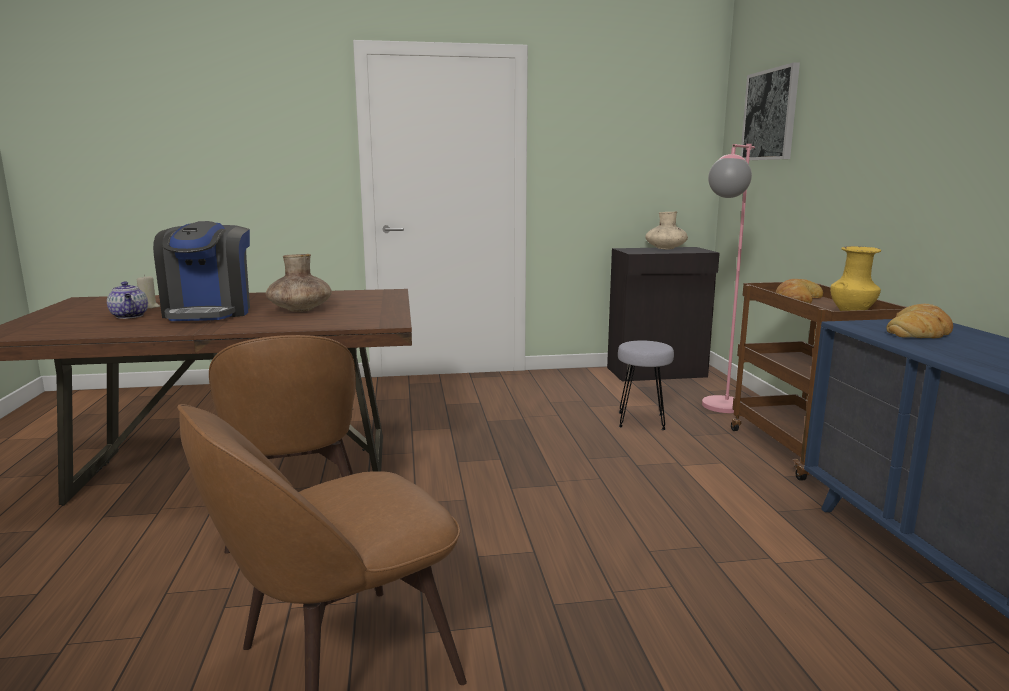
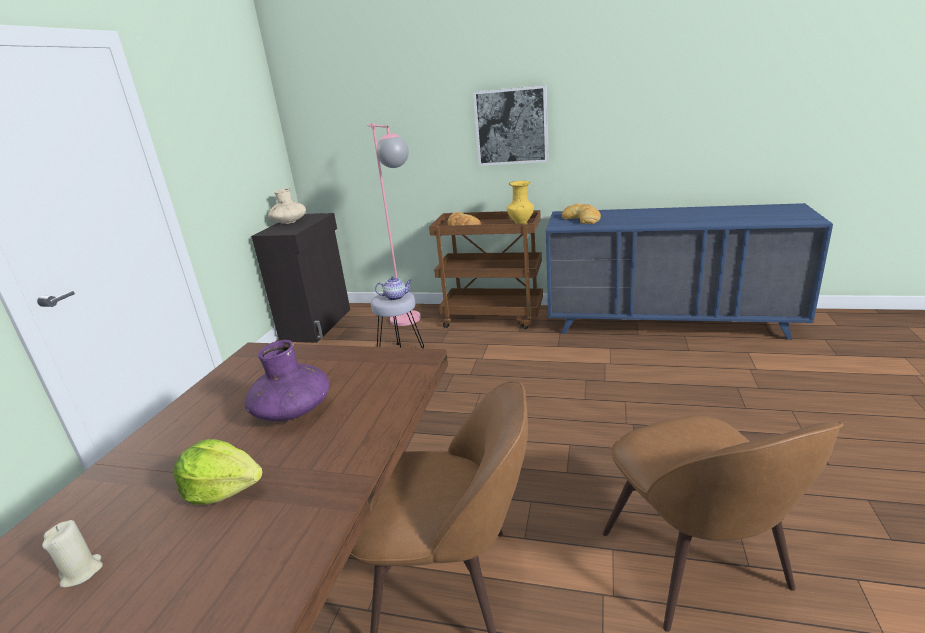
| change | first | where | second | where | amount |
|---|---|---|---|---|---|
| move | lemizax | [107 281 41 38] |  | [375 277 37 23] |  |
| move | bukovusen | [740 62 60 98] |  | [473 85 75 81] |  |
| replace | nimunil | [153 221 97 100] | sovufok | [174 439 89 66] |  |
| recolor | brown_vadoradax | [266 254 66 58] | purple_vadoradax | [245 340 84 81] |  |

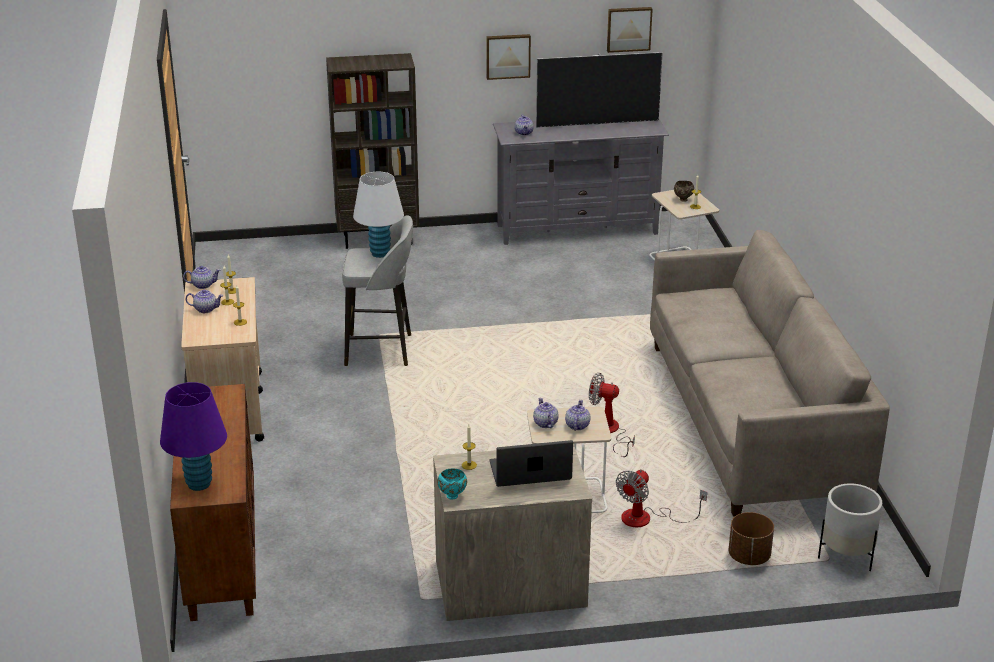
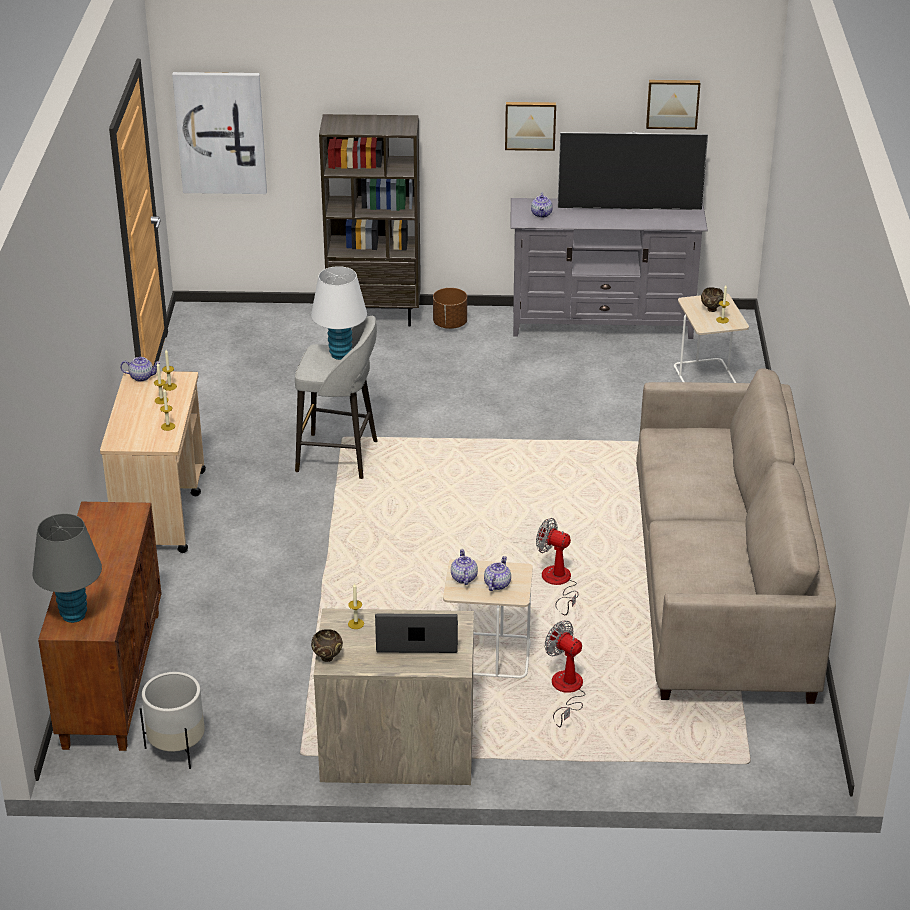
| change | first | where | second | where | amount |
|---|---|---|---|---|---|
| delete | lemizax | [186 290 38 23] |  |  |  |
| insert |  |  | bukovusen | [172 72 95 122] |  |
| move | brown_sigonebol | [729 512 45 53] |  | [433 288 34 41] |  |
| move | white_sigonebol | [818 483 64 88] |  | [140 672 65 97] |  |
| recolor | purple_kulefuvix | [160 382 67 109] | grey_kulefuvix | [33 514 69 109] |  |
| recolor | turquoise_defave | [438 469 29 31] | brown_defave | [311 629 32 33] |  |
| rotate | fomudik | [616 469 91 58] |  | [545 620 40 108] | 90 degrees clockwise |

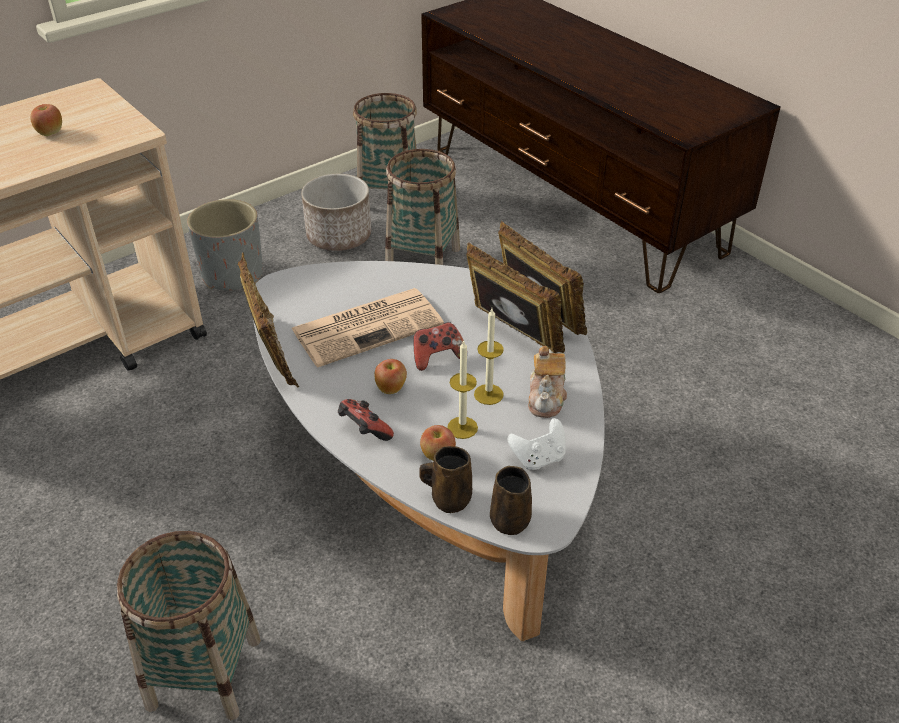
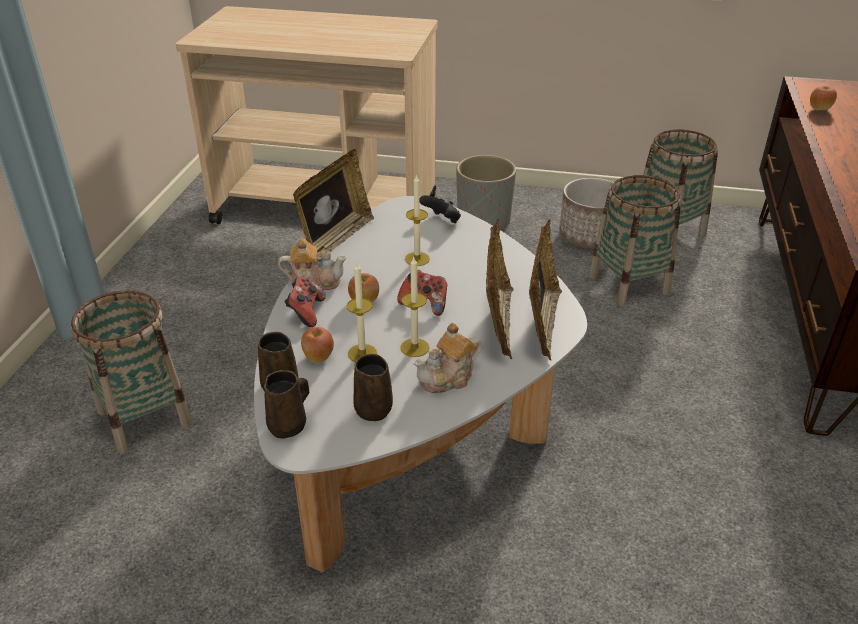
| change | first | where | second | where | amount |
|---|---|---|---|---|---|
| insert |  |  | lemizax | [278 239 68 51] |  |
| insert |  |  | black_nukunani | [420 195 41 28] |  |
| move | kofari | [30 104 32 32] |  | [810 86 27 24] |  |
| replace | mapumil | [291 288 153 79] | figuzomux | [405 174 25 92] |  |
| replace | white_nukunani | [508 418 58 52] | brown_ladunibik | [353 354 40 67] |  |

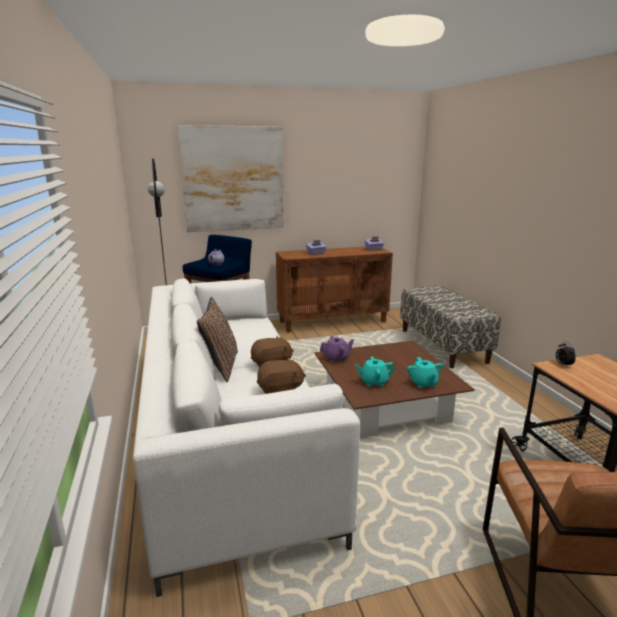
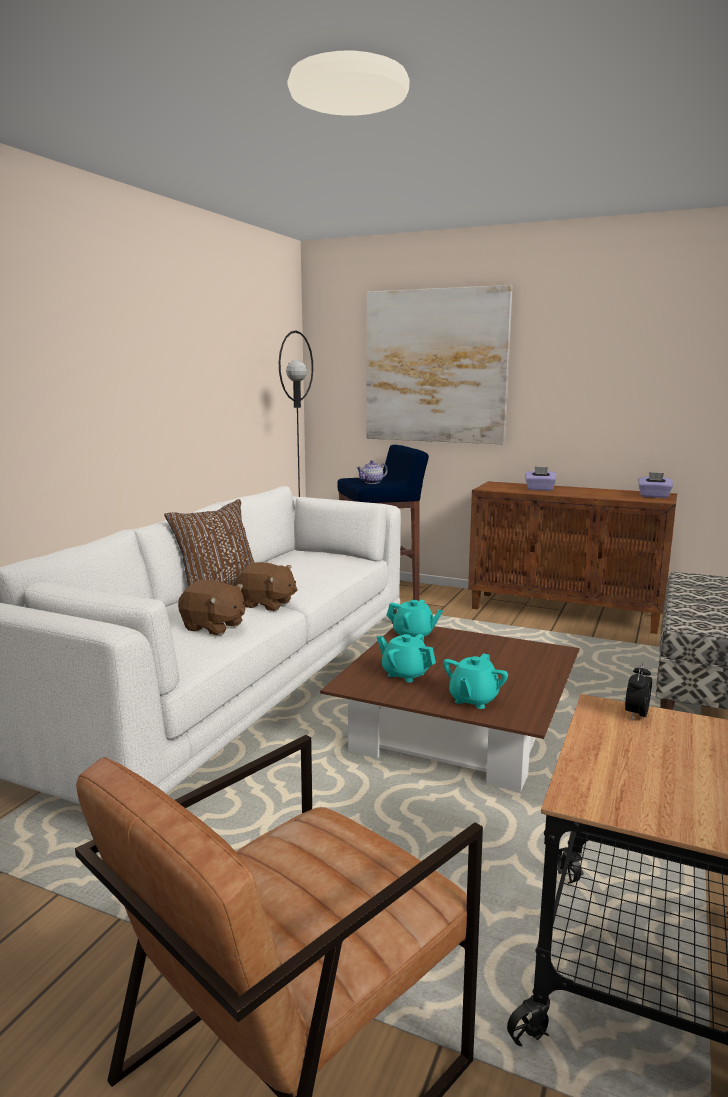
| change | first | where | second | where | amount |
|---|---|---|---|---|---|
| recolor | purple_lemizax | [320 336 34 27] | turquoise_lemizax | [386 600 57 37] |  |

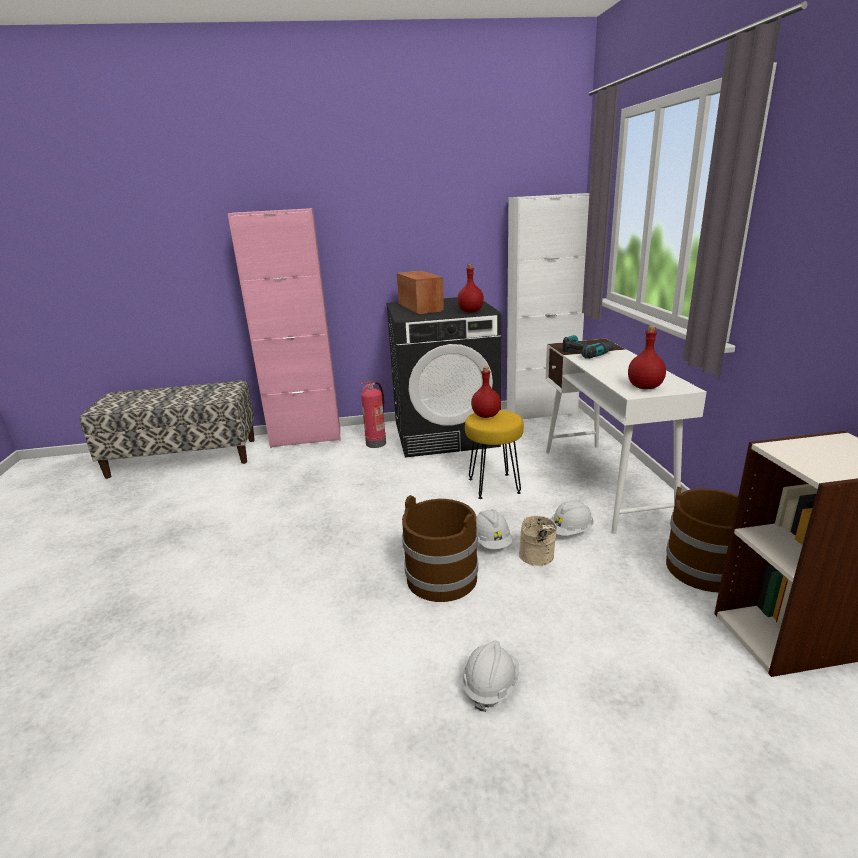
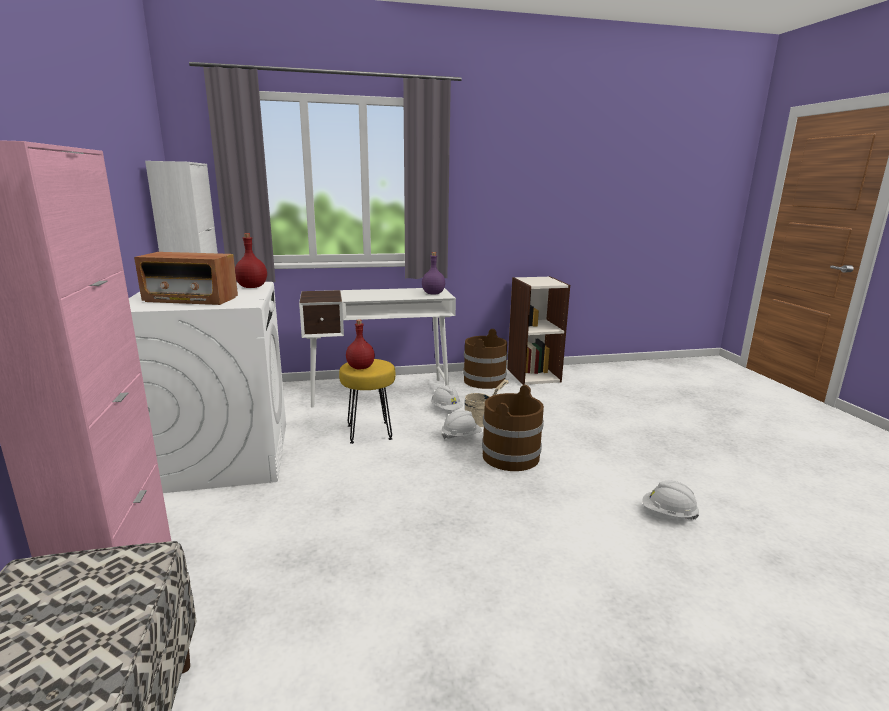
| change | first | where | second | where | amount |
|---|---|---|---|---|---|
| delete | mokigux | [361 382 25 66] |  |  |  |
| delete | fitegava | [563 335 53 24] |  |  |  |
| move | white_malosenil | [462 641 57 71] |  | [642 481 57 39] |  |
| recolor | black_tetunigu | [386 297 115 161] | white_tetunigu | [129 282 157 211] |  |
| recolor | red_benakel | [628 326 38 63] | purple_benakel | [422 252 23 42] |  |
| rotate | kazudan | [397 271 47 43] |  | [134 252 104 53] | 150 degrees counterclockwise |

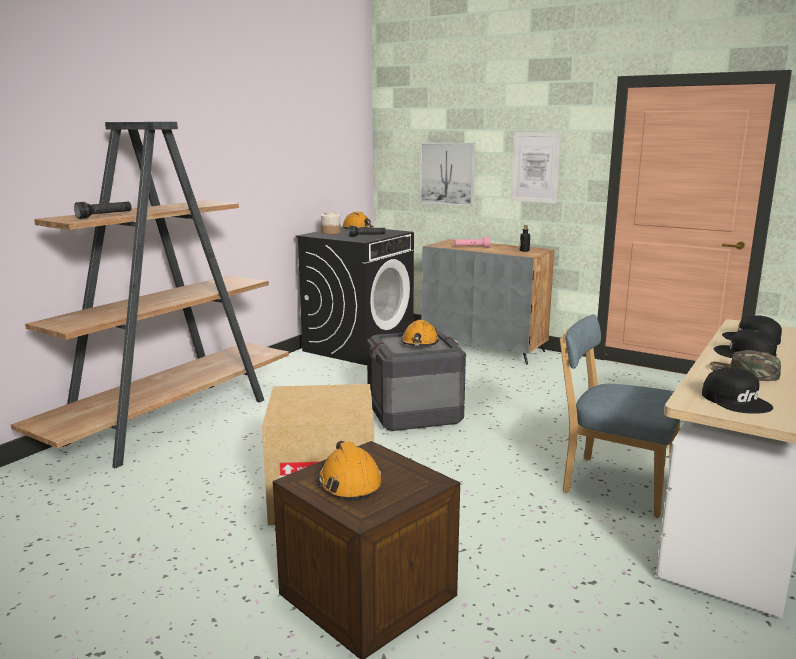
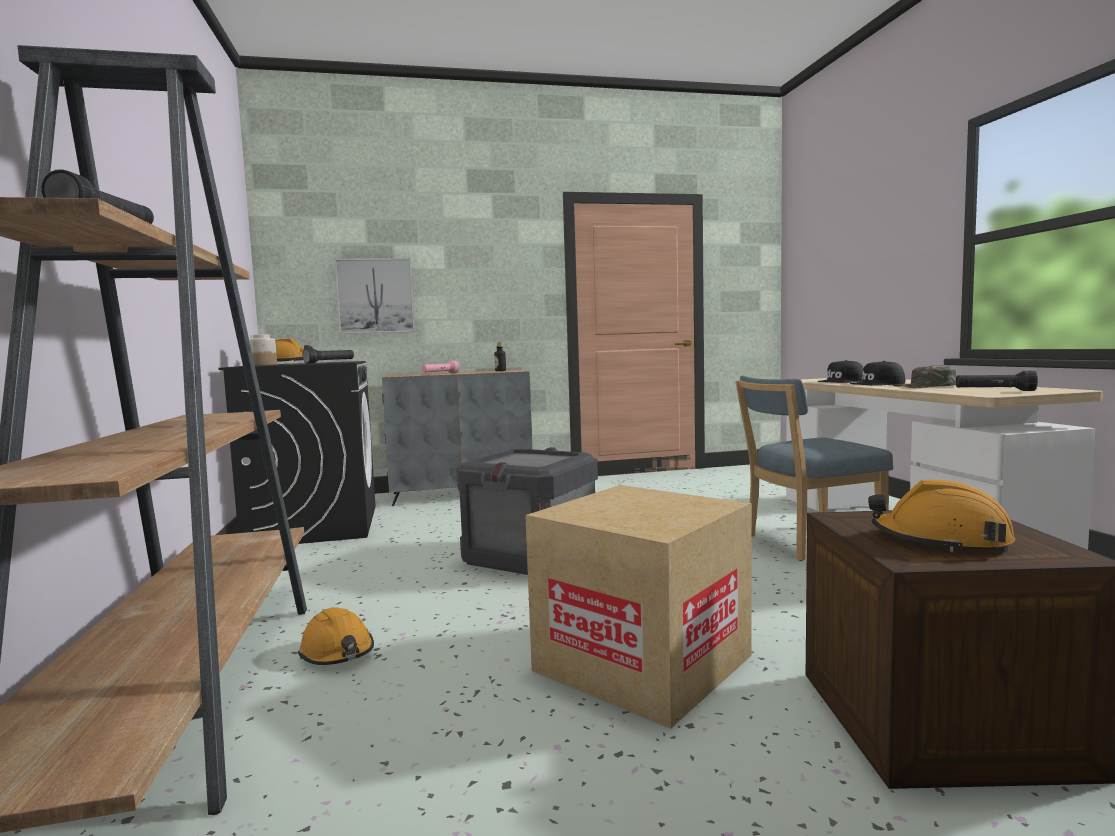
| change | first | where | second | where | amount |
|---|---|---|---|---|---|
| delete | bukovusen | [511 132 50 71] |  |  |  |
| move | orange_malosenil | [401 320 38 26] |  | [298 607 76 58] |  |
| replace | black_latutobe | [702 368 71 46] | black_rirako | [956 371 82 20] |  |

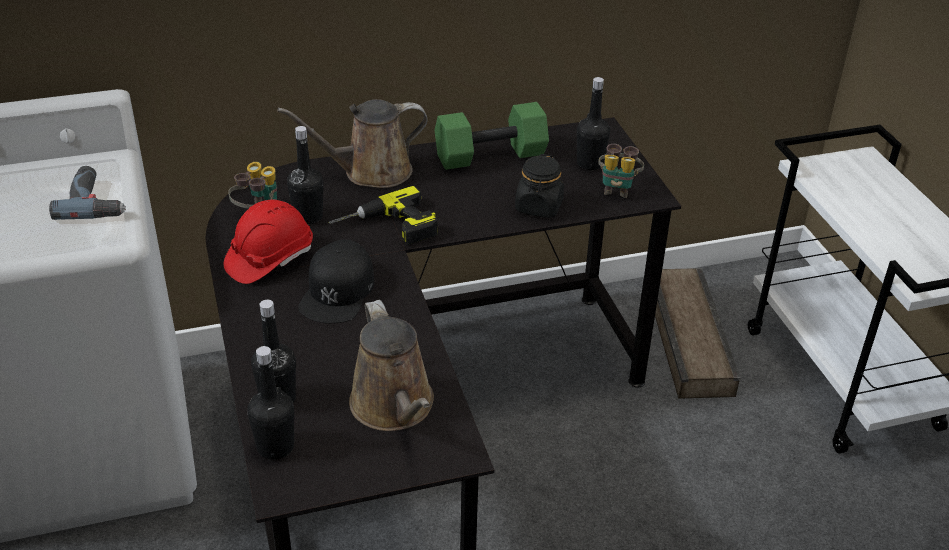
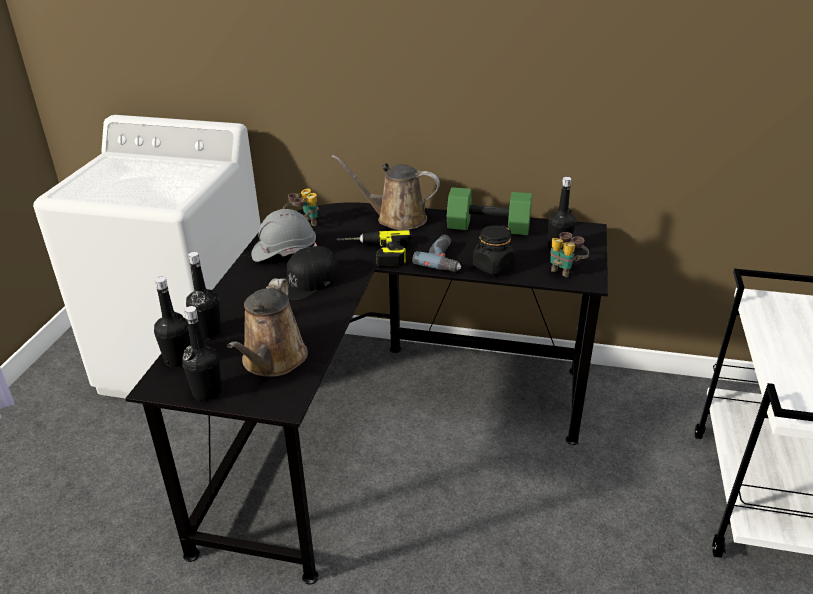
| change | first | where | second | where | amount |
|---|---|---|---|---|---|
| delete | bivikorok | [655 268 85 131] |  |  |  |
| move | fitegava | [49 166 77 54] |  | [413 235 48 37] |  |
| move | black_benakel | [287 126 37 98] |  | [182 306 40 95] |  |
| recolor | red_malosenil | [224 199 89 85] | grey_malosenil | [251 209 66 53] |  |

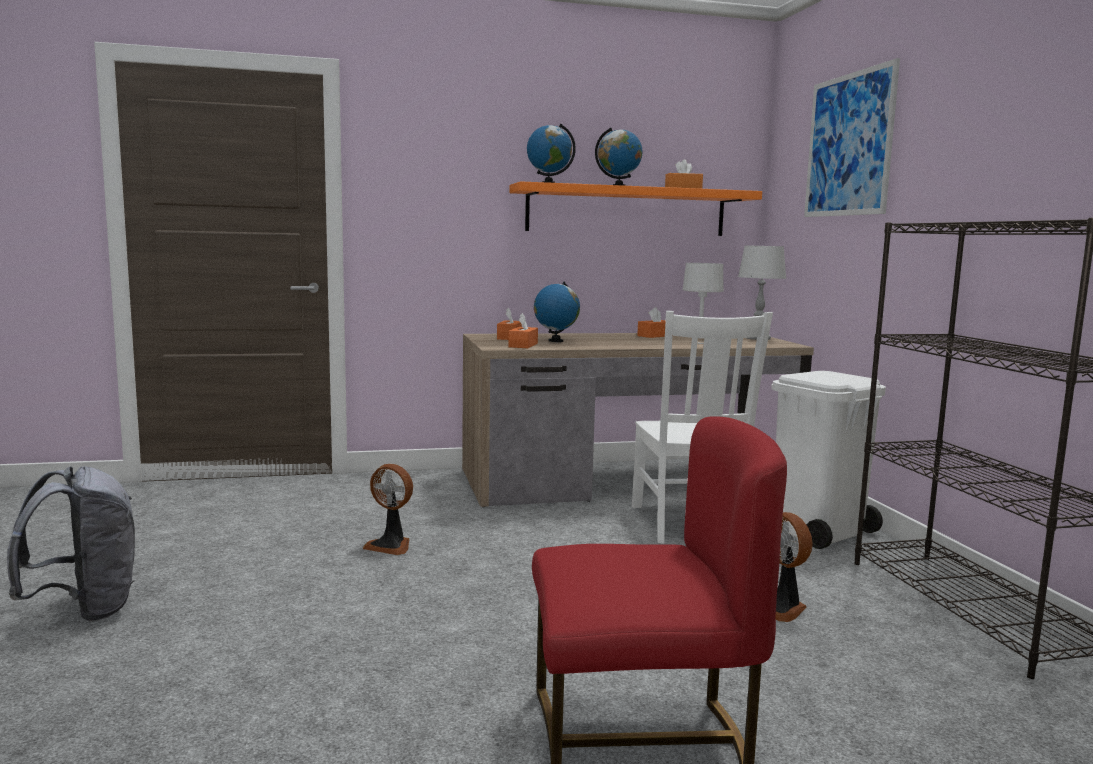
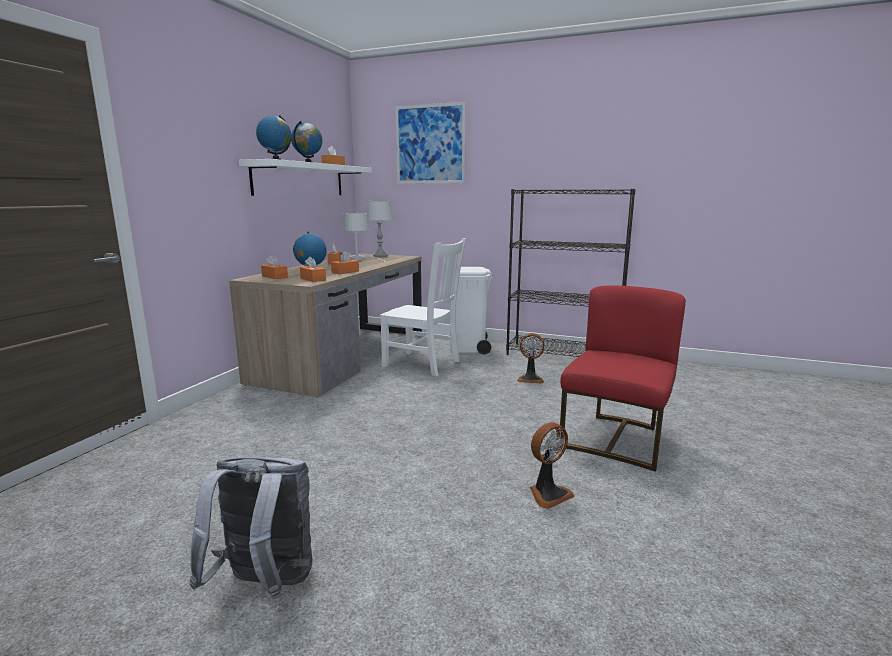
| change | first | where | second | where | amount |
|---|---|---|---|---|---|
| insert |  |  | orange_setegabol | [331 251 28 23] |  |
| move | fomudik | [363 464 50 91] |  | [530 422 45 87] |  |
| recolor | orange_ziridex | [509 181 253 55] | white_ziridex | [239 159 133 37] |  |

